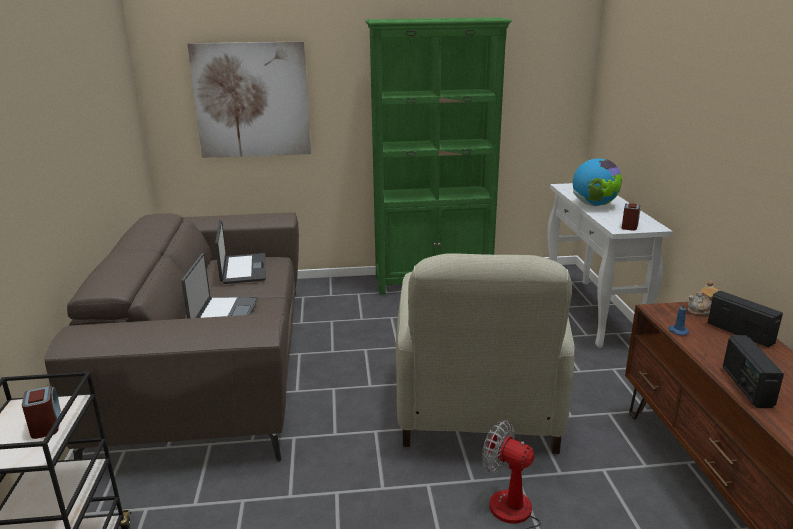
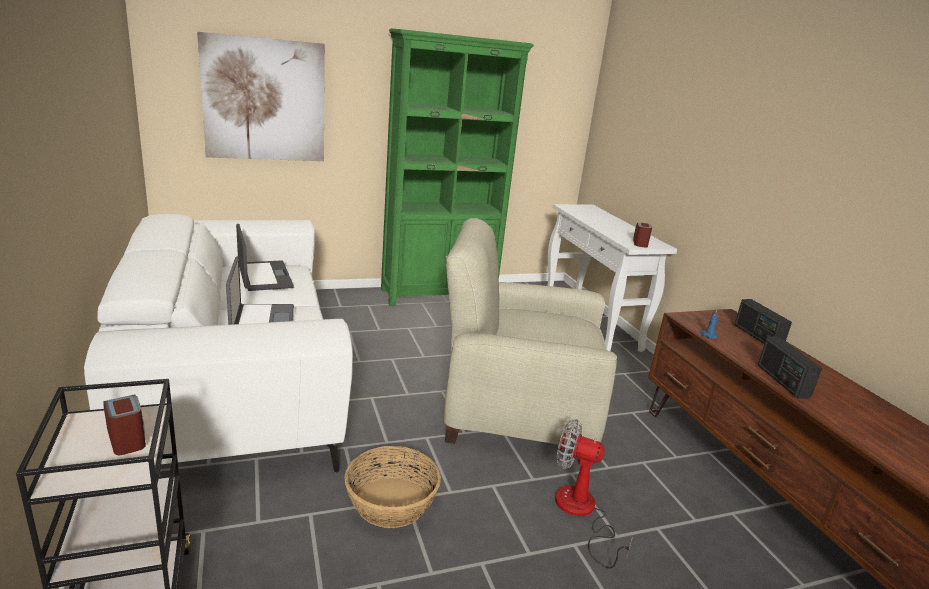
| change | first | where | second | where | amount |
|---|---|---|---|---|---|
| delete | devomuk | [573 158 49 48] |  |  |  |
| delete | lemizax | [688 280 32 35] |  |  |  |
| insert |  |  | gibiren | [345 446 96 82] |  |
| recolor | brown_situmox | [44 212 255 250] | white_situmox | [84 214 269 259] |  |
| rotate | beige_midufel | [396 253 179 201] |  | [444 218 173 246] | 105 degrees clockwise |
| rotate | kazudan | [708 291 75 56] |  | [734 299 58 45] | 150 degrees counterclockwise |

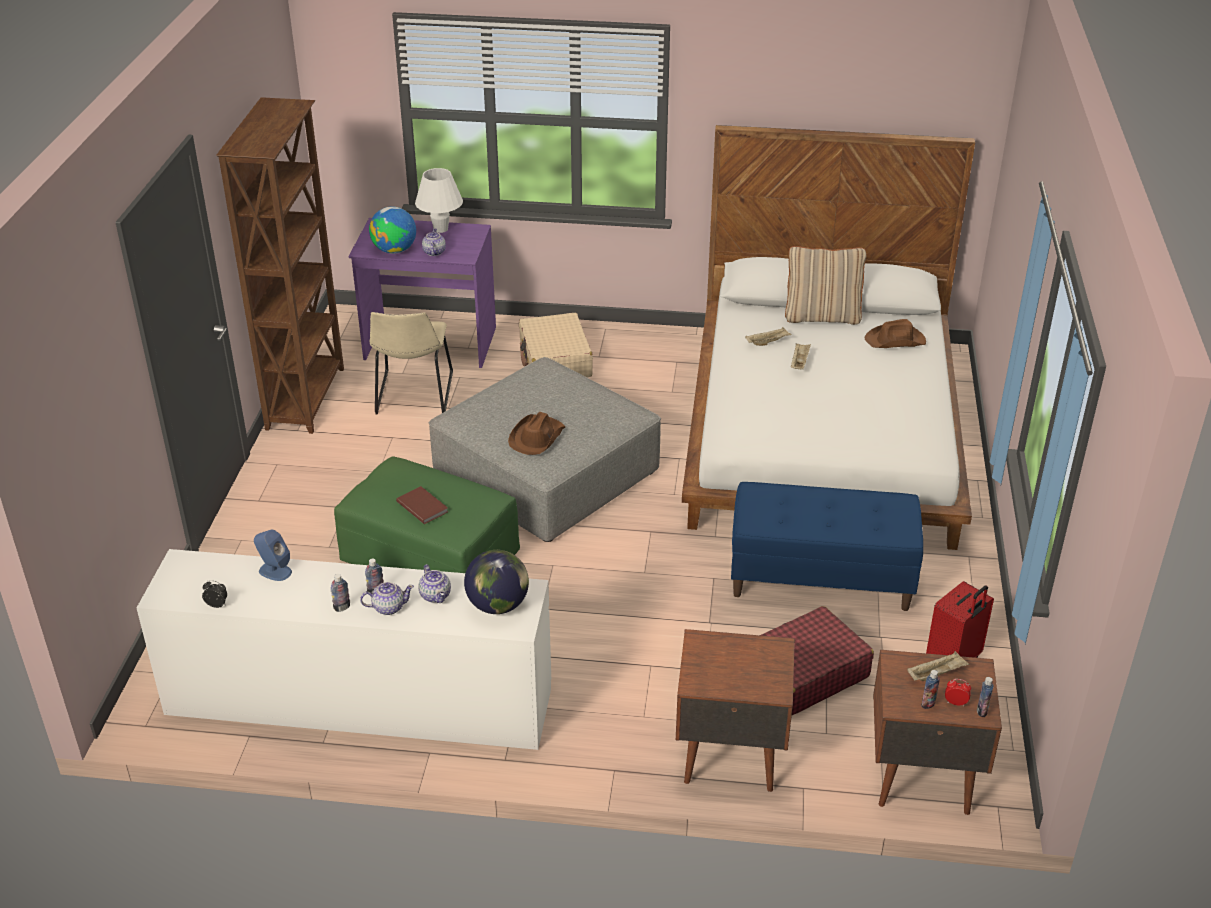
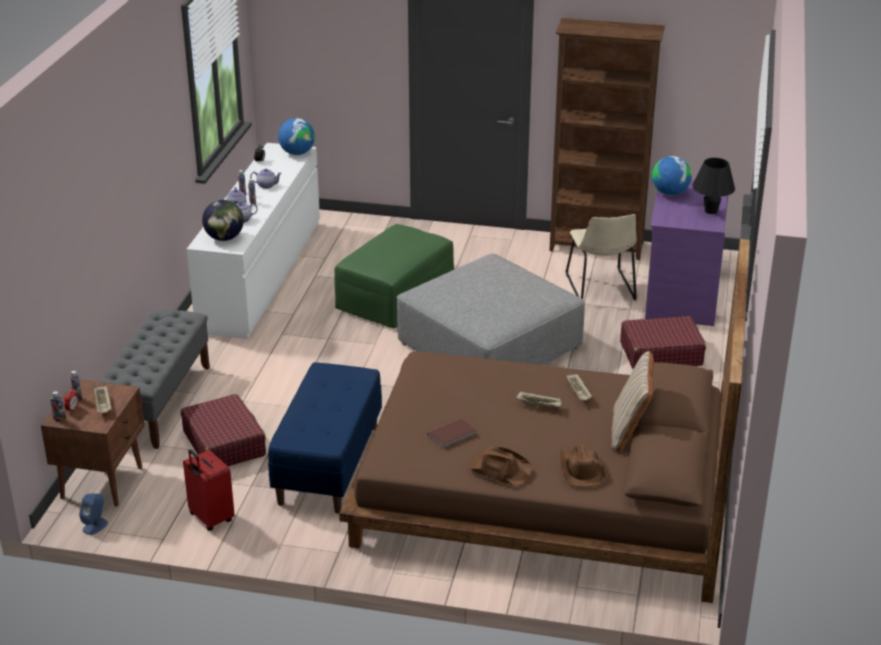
| change | first | where | second | where | amount |
|---|---|---|---|---|---|
| insert |  |  | devomuk | [278 118 37 37] |  |
| move | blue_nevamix | [254 530 38 51] |  | [79 494 29 41] |  |
| move | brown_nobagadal | [396 486 52 38] |  | [428 419 49 30] |  |
| move | lemizax | [422 228 24 28] |  | [250 168 32 21] |  |
| move | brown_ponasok | [508 412 57 43] |  | [468 446 64 40] |  |
| replace | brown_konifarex | [676 629 119 163] | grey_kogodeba | [100 309 110 140] |  |
| recolor | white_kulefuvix | [415 168 48 65] | black_kulefuvix | [692 158 43 56] |  |
| recolor | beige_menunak | [519 313 74 64] | red_menunak | [620 316 86 53] |  |
| recolor | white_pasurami | [682 125 293 425] | brown_pasurami | [339 239 411 364] |  |
| rotate | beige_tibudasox | [370 312 83 102] |  | [566 214 71 87] | 105 degrees counterclockwise |

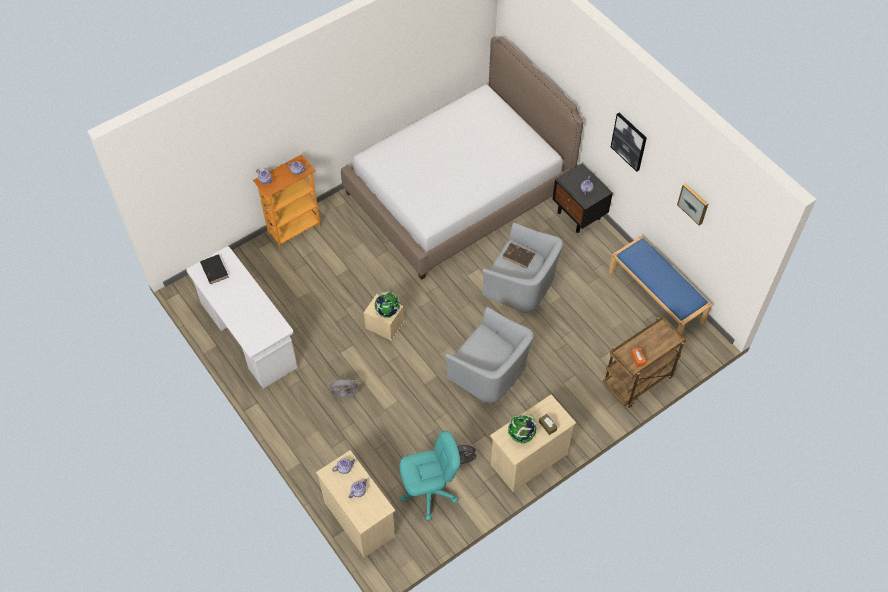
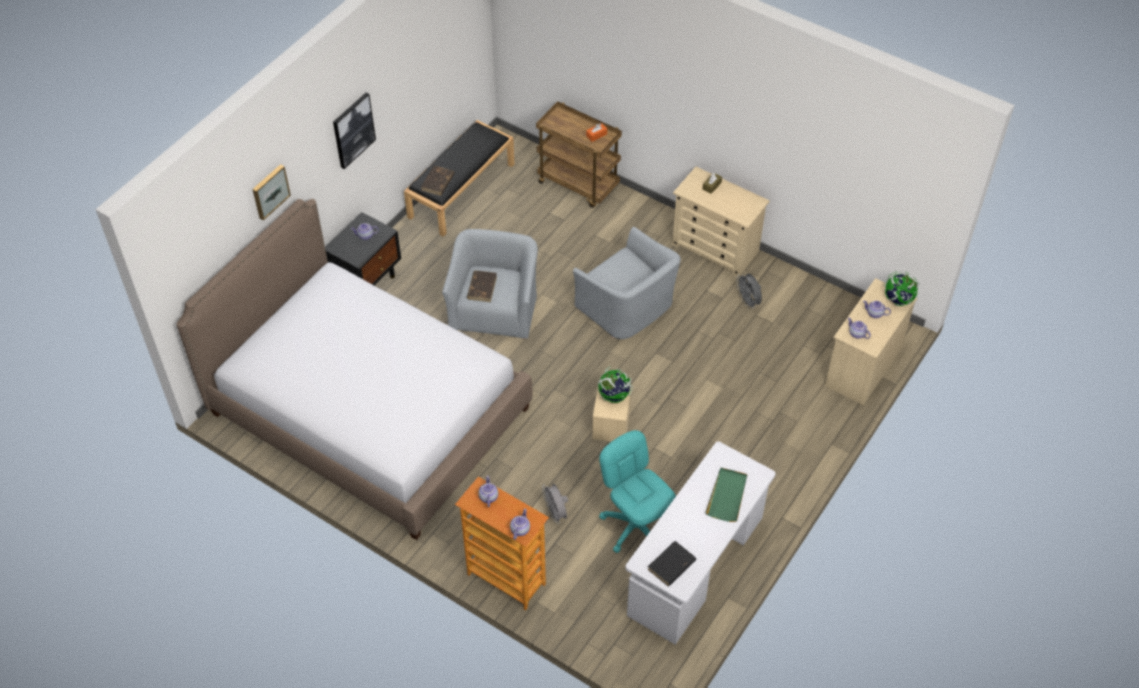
| change | first | where | second | where | amount |
|---|---|---|---|---|---|
| insert |  |  | brown_nobagadal | [421 165 34 31] |  |
| insert |  |  | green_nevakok | [705 468 42 54] |  |
| move | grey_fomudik | [327 379 33 19] |  | [542 484 26 40] |  |
| move | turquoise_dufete | [399 431 61 89] |  | [599 430 77 123] |  |
| move | devomuk | [508 414 29 30] |  | [883 271 37 35] |  |
| move | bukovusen | [677 183 31 43] |  | [253 164 38 56] |  |
| recolor | blue_kogodeba | [609 236 103 99] | black_kogodeba | [404 120 110 117] |  |
| rotate | grey_midufel | [445 307 89 96] |  | [573 227 108 112] | 120 degrees clockwise |

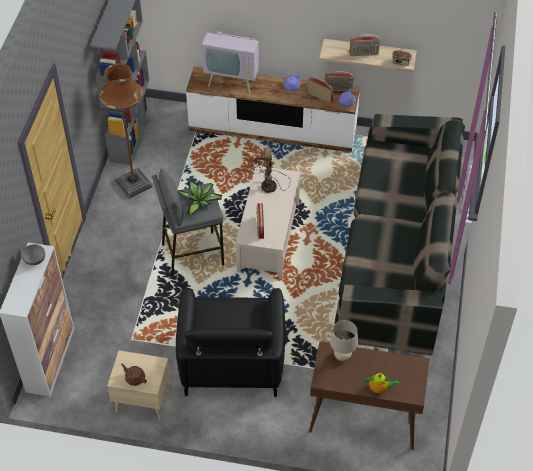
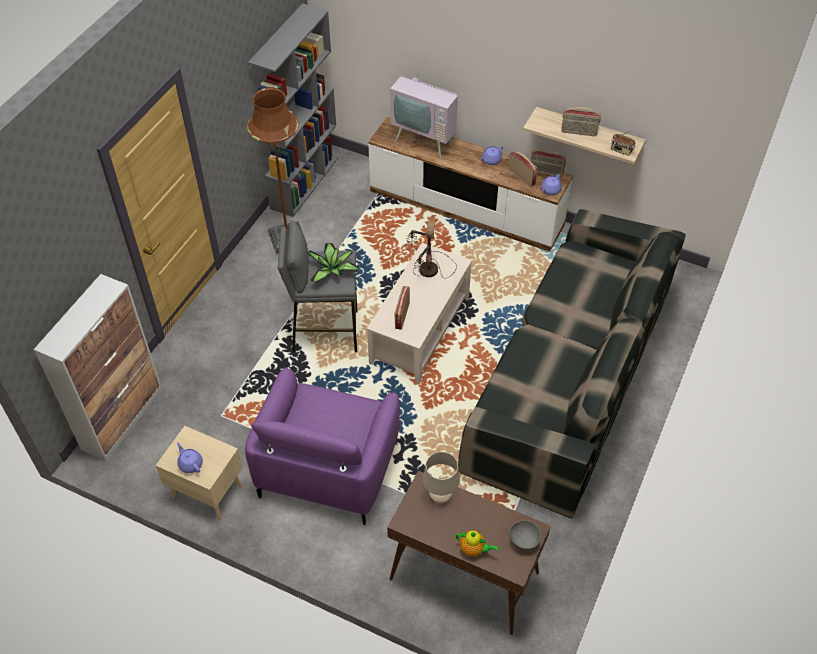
| change | first | where | second | where | amount |
|---|---|---|---|---|---|
| move | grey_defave | [21 244 24 21] |  | [510 520 31 31] |  |
| recolor | brown_lemizax | [121 363 26 23] | purple_lemizax | [177 442 26 31] |  |
| recolor | black_midufel | [176 287 109 110] | purple_midufel | [245 368 155 157] |  |

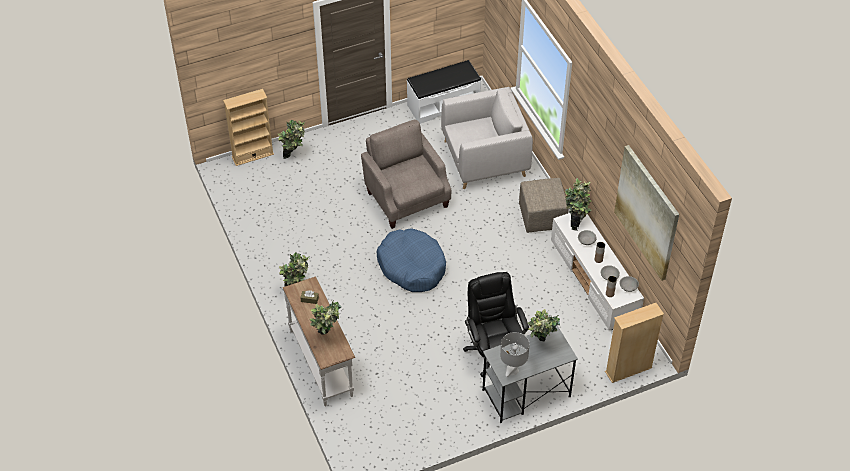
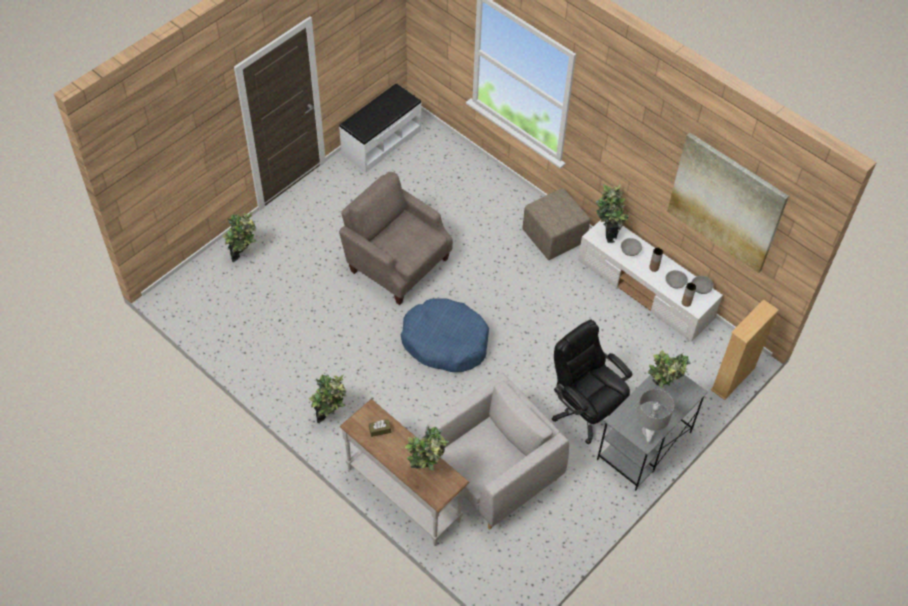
| change | first | where | second | where | amount |
|---|---|---|---|---|---|
| delete | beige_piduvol | [223 89 51 77] |  |  |  |
| move | grey_midufel | [441 87 92 102] |  | [425 373 144 157] |  |

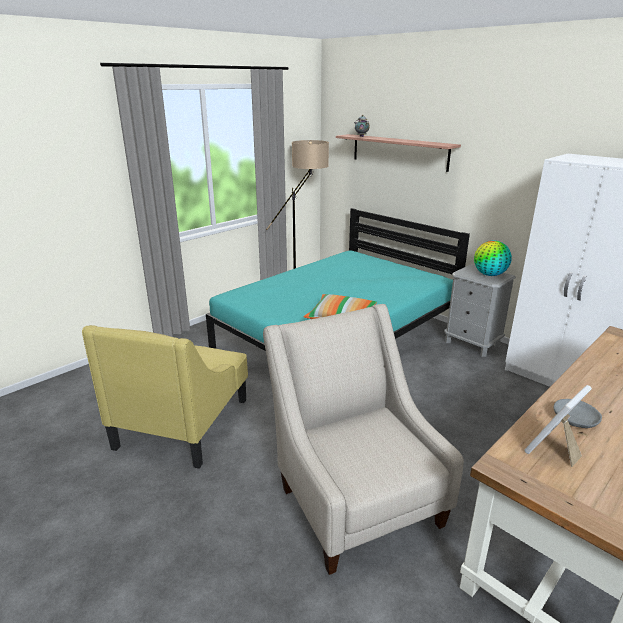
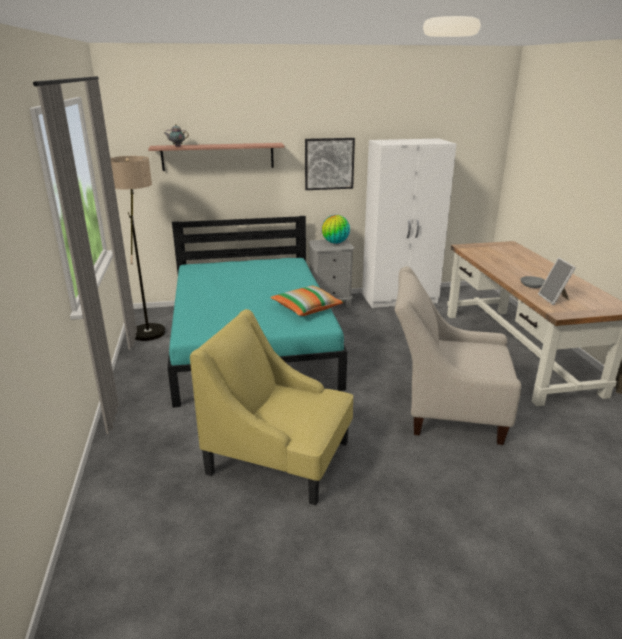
| change | first | where | second | where | amount |
|---|---|---|---|---|---|
| insert |  |  | bukovusen | [305 138 50 52] |  |
| rotate | yellow_midufel | [82 325 166 144] |  | [190 309 163 196] | 150 degrees clockwise |

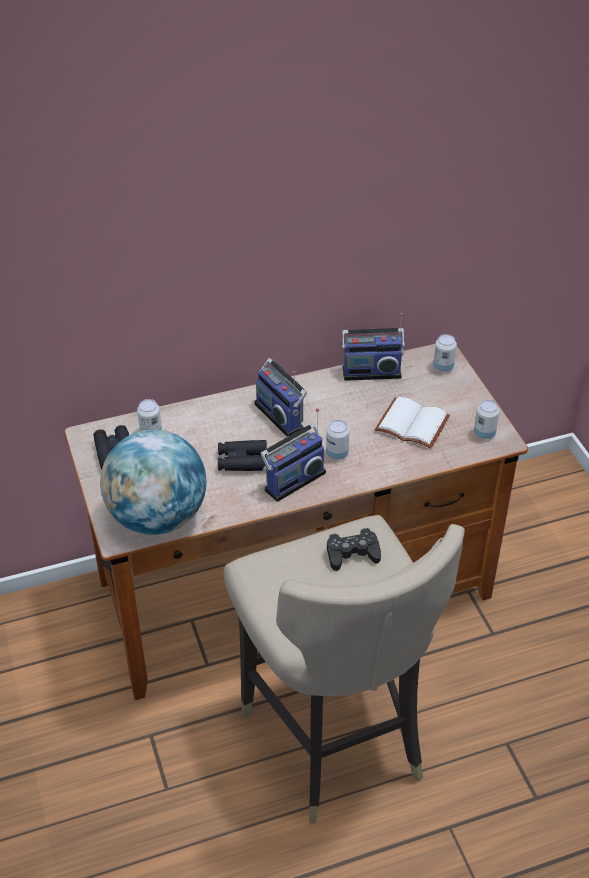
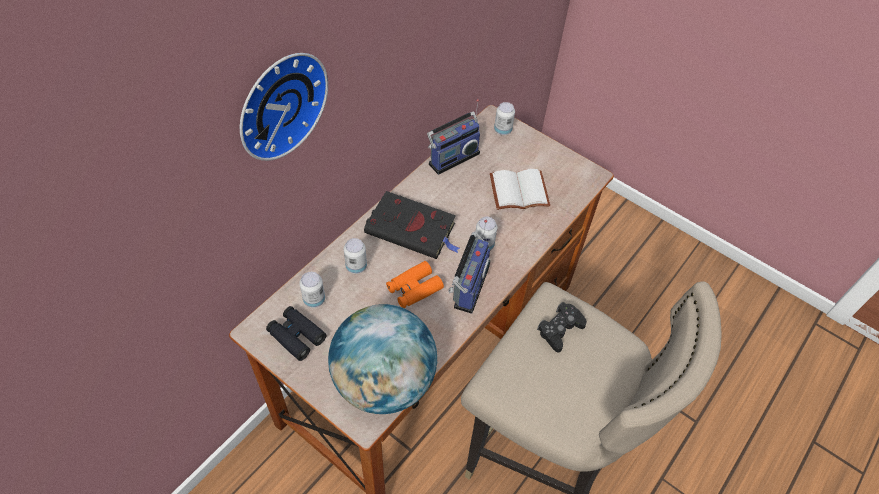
| change | first | where | second | where | amount |
|---|---|---|---|---|---|
| insert |  |  | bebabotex | [240 53 88 108] |  |
| move | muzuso | [474 400 26 39] |  | [344 238 23 36] |  |
| replace | kazudan | [254 358 53 79] | black_nobagadal | [364 191 96 68] |  |
| recolor | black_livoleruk | [218 440 49 31] | orange_livoleruk | [386 261 58 47] |  |

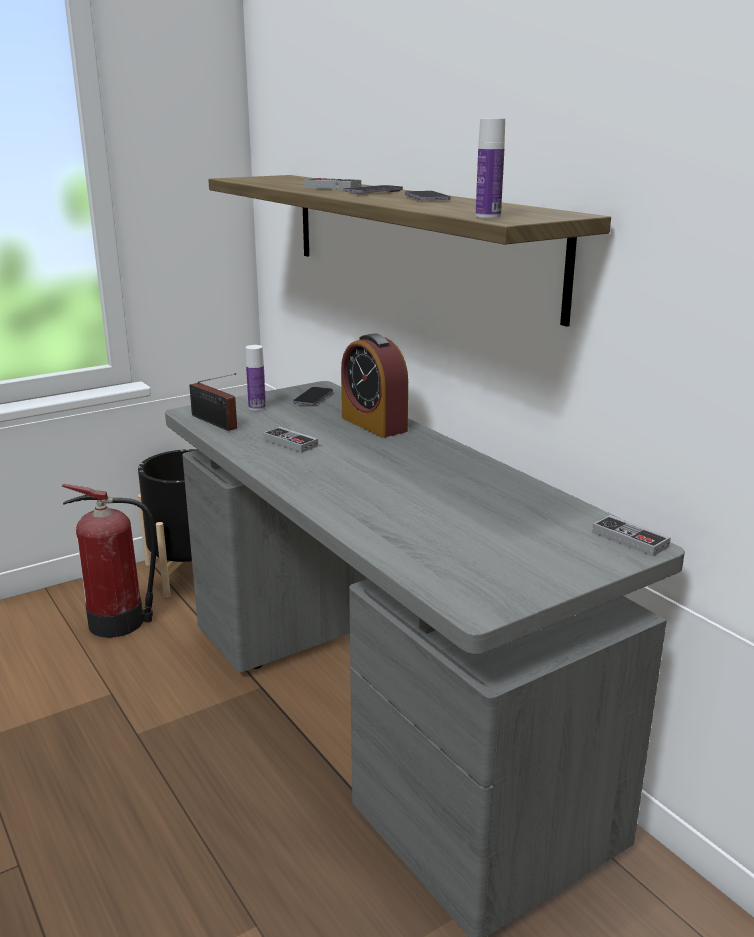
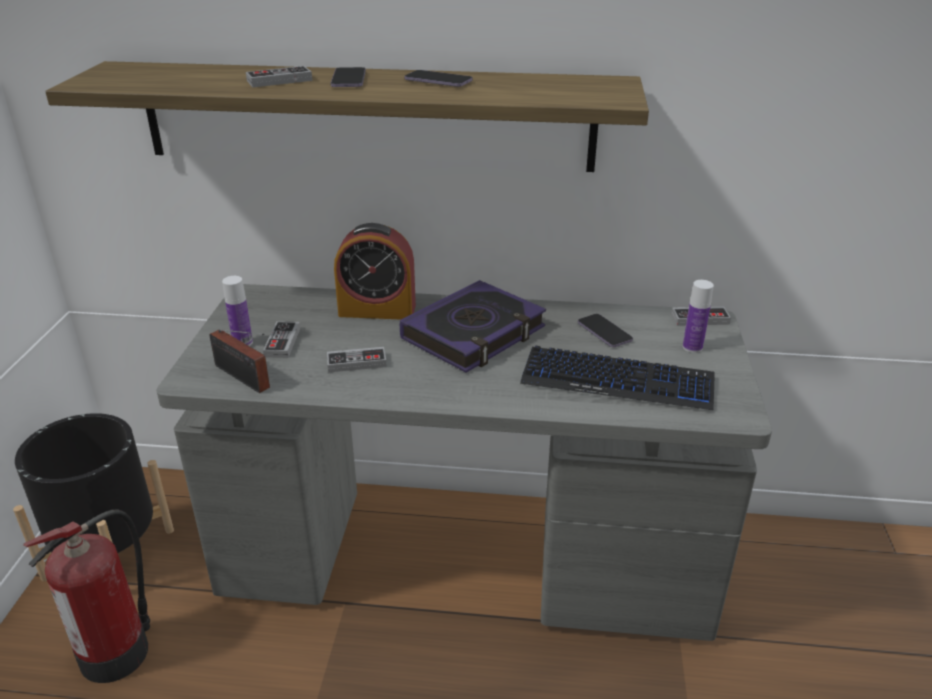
| change | first | where | second | where | amount |
|---|---|---|---|---|---|
| insert |  |  | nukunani | [263 321 37 37] |  |
| insert |  |  | nobagadal | [400 280 146 93] |  |
| insert |  |  | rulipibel | [520 345 195 65] |  |
| move | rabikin | [293 387 40 18] |  | [578 314 55 33] |  |
| move | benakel | [476 118 29 100] |  | [683 280 31 73] |  |
| rotate | kazudan | [189 373 48 58] |  | [209 329 61 64] | 45 degrees clockwise |

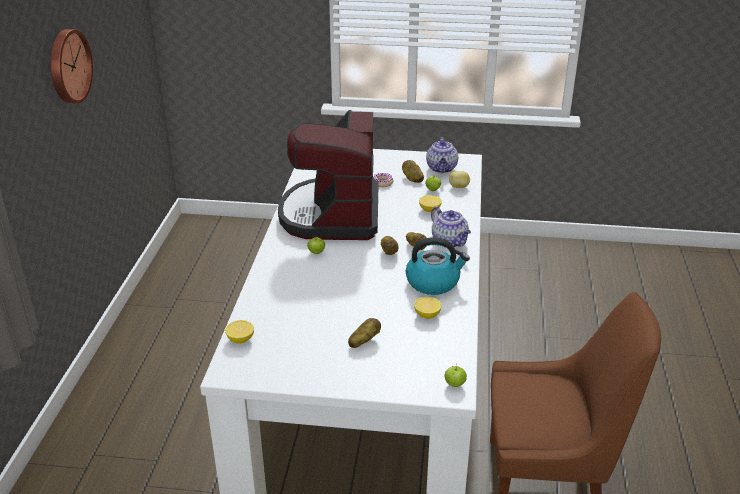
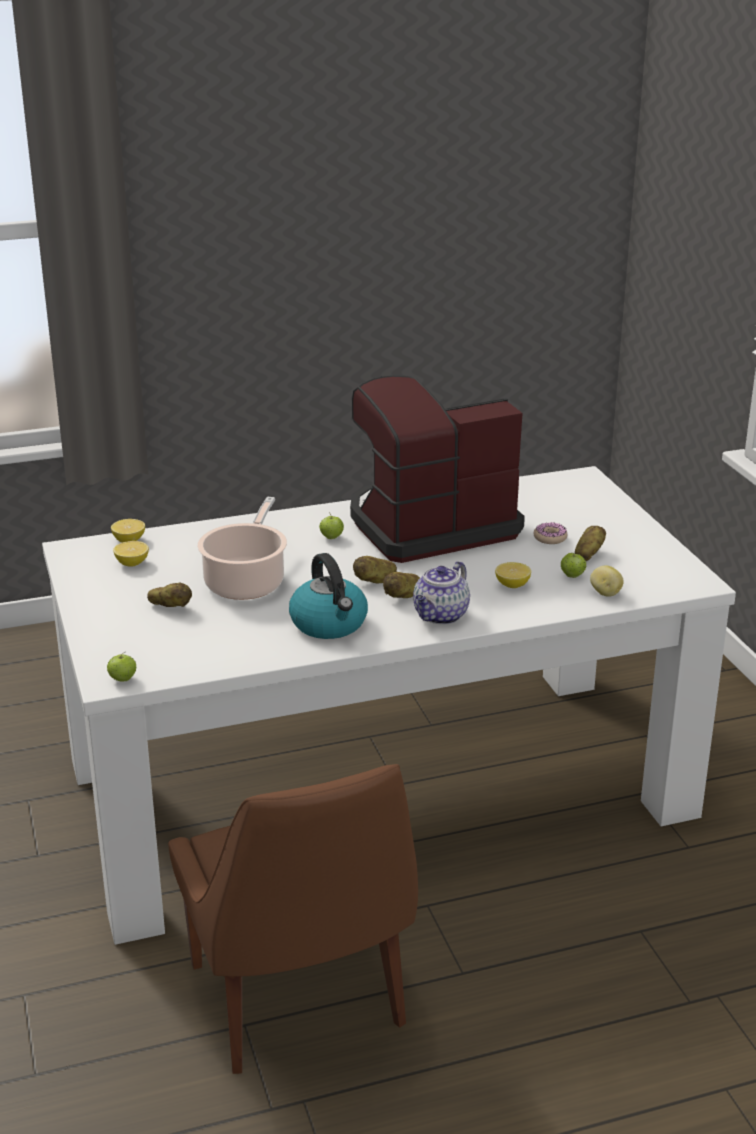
| change | first | where | second | where | amount |
|---|---|---|---|---|---|
| delete | bebabotex | [51 29 42 75] |  |  |  |
| delete | lemizax | [426 137 32 36] |  |  |  |
| insert |  |  | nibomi | [197 497 90 103] |  |
| move | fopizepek | [414 297 28 22] |  | [113 541 36 25] |  |

